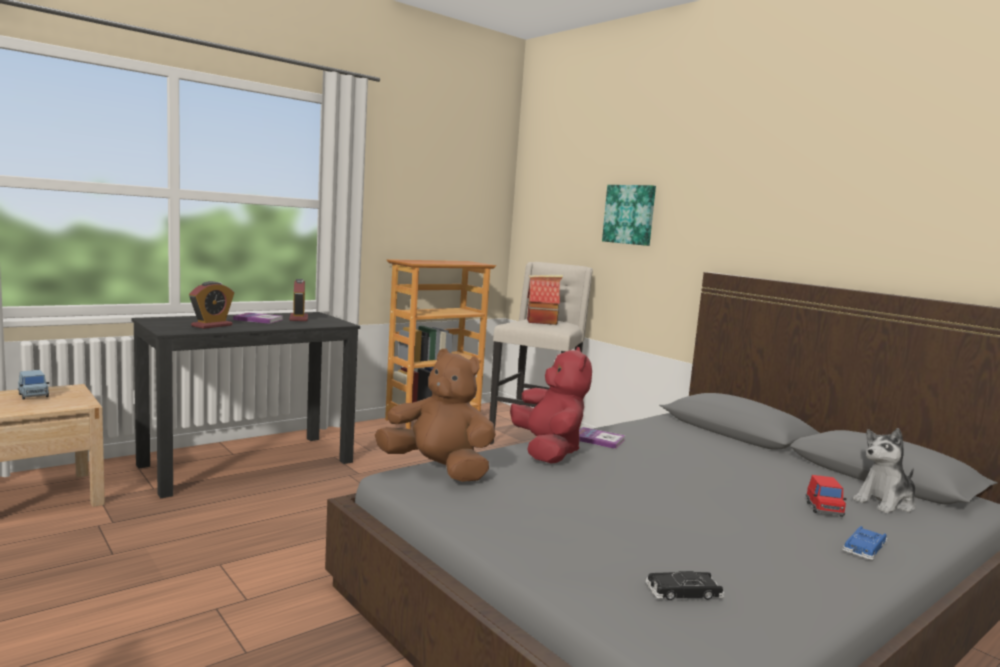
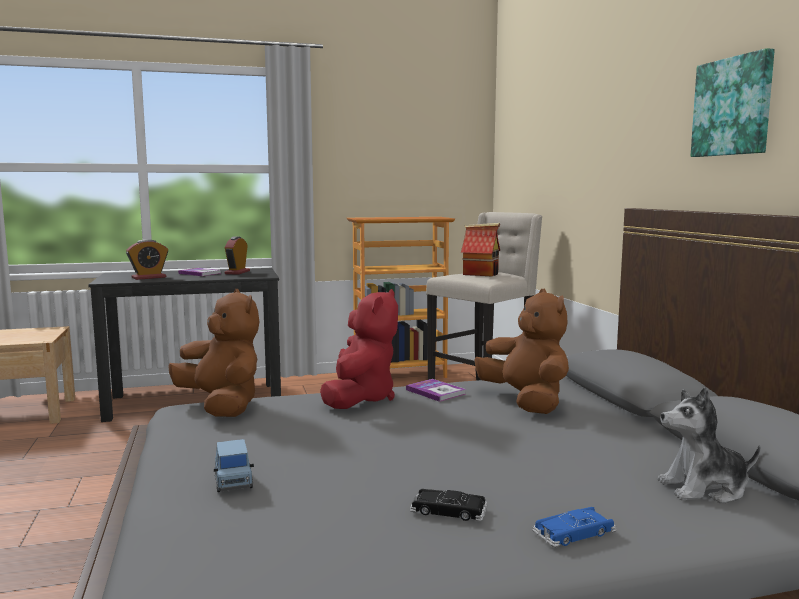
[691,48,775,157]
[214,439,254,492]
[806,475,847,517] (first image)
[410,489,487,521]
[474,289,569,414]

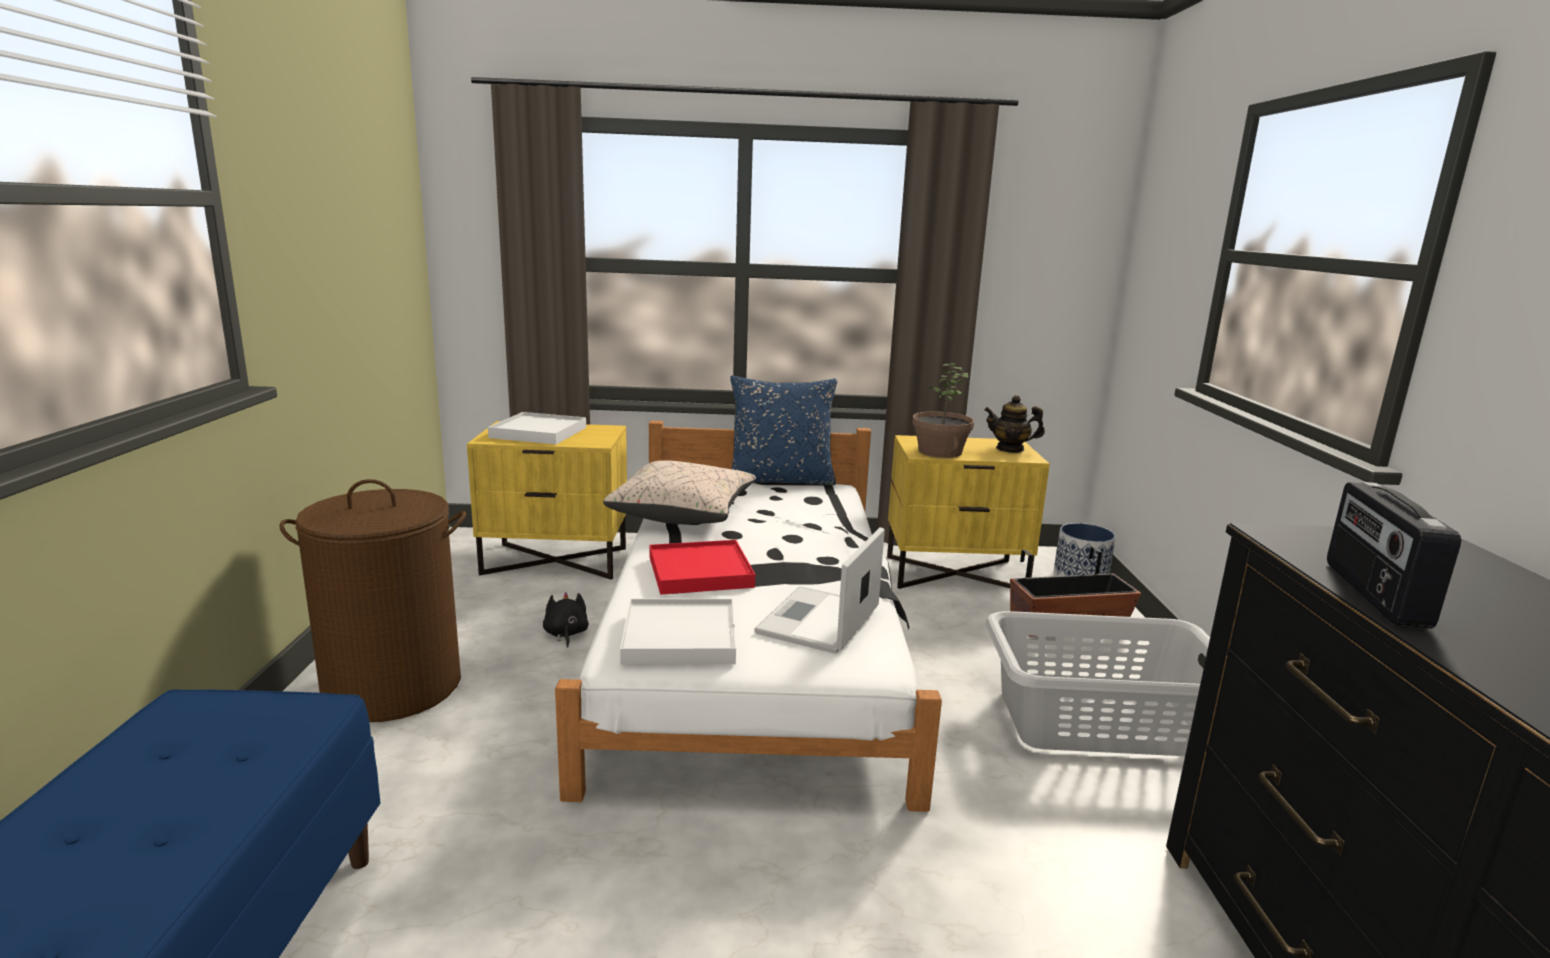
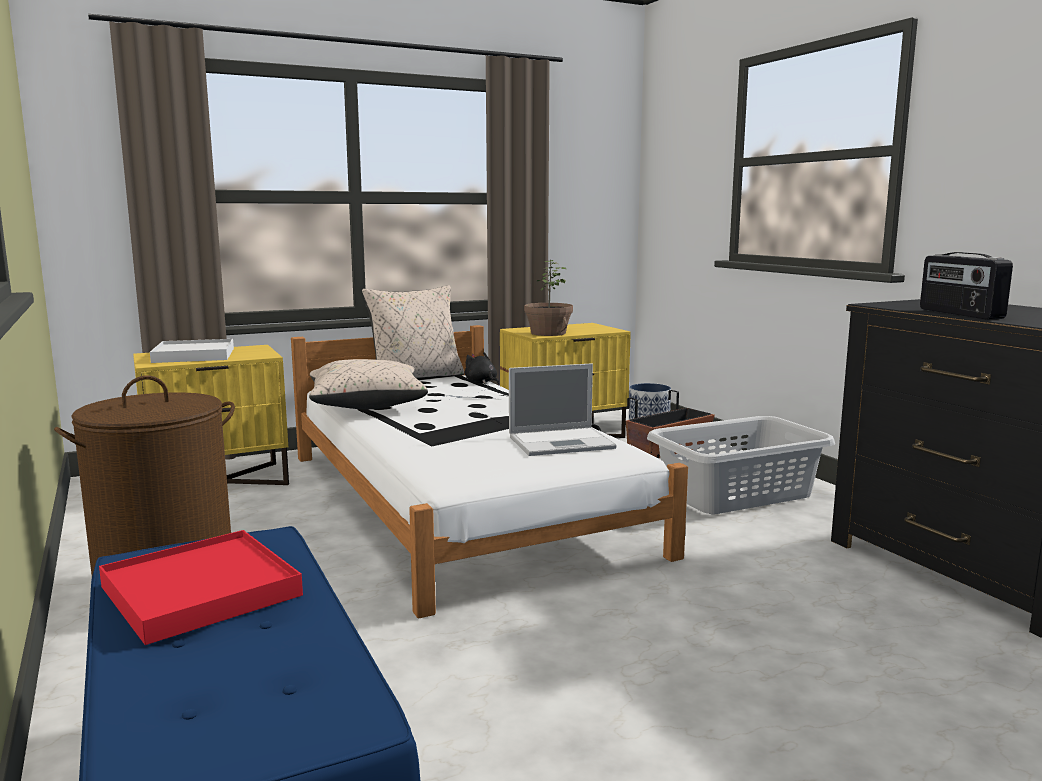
[362,285,464,379]
[984,395,1045,453] (first image)
[509,363,617,456]
[99,530,303,645]
[465,352,499,384]
[620,599,736,665] (first image)

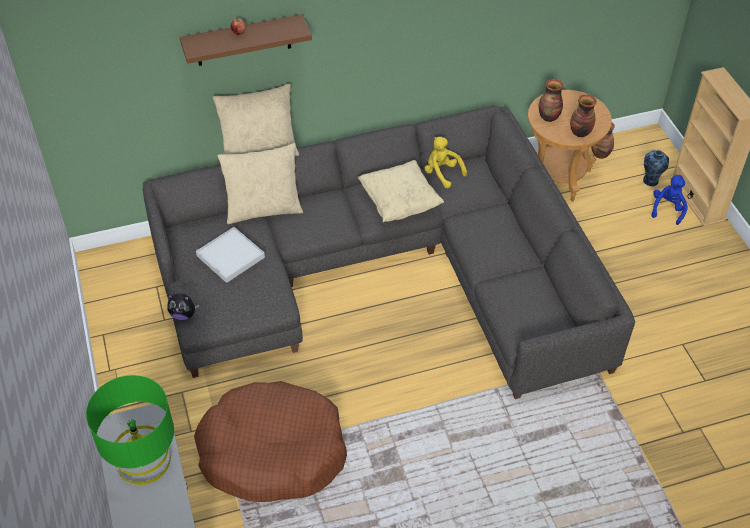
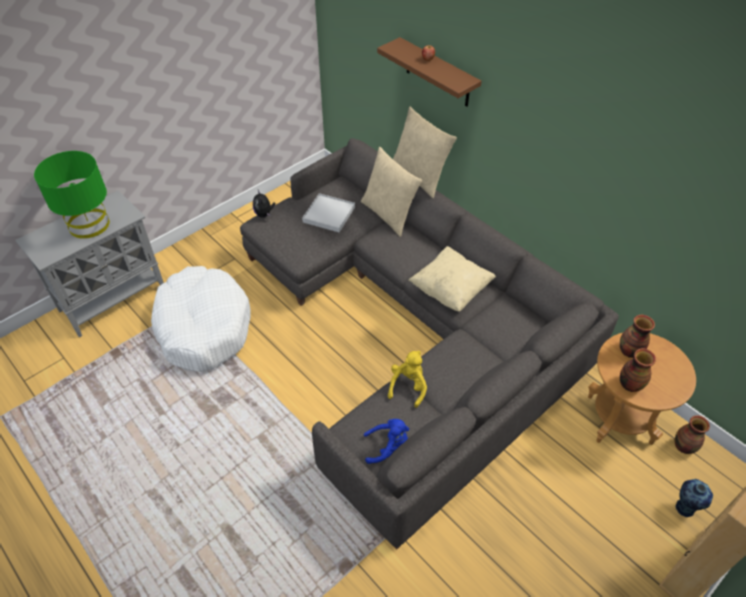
[388,351,427,408]
[364,419,409,464]
[151,266,251,372]

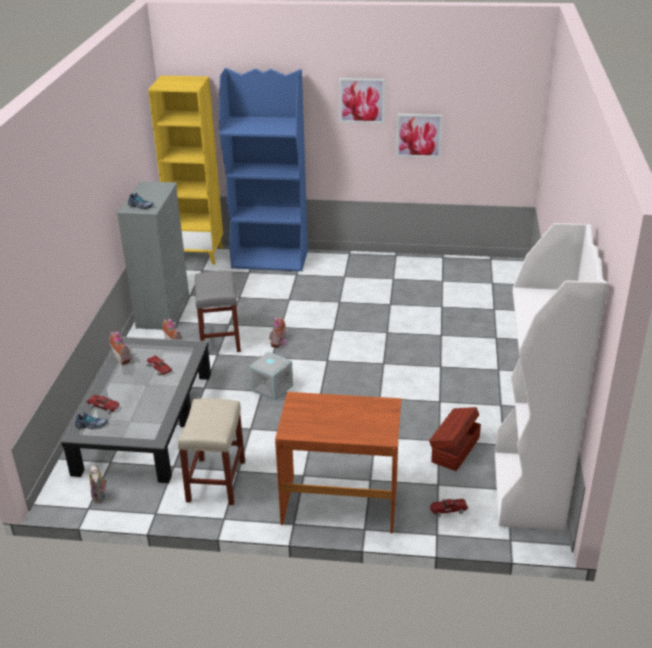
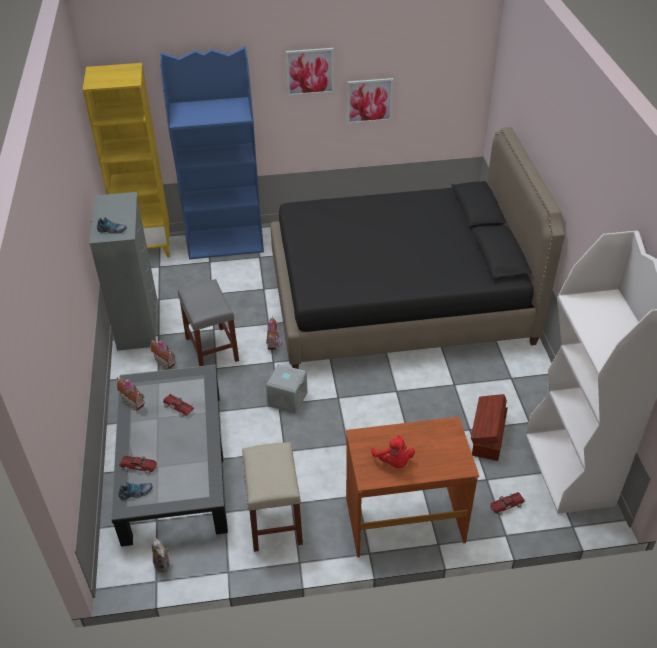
[270,127,565,369]
[371,436,415,468]

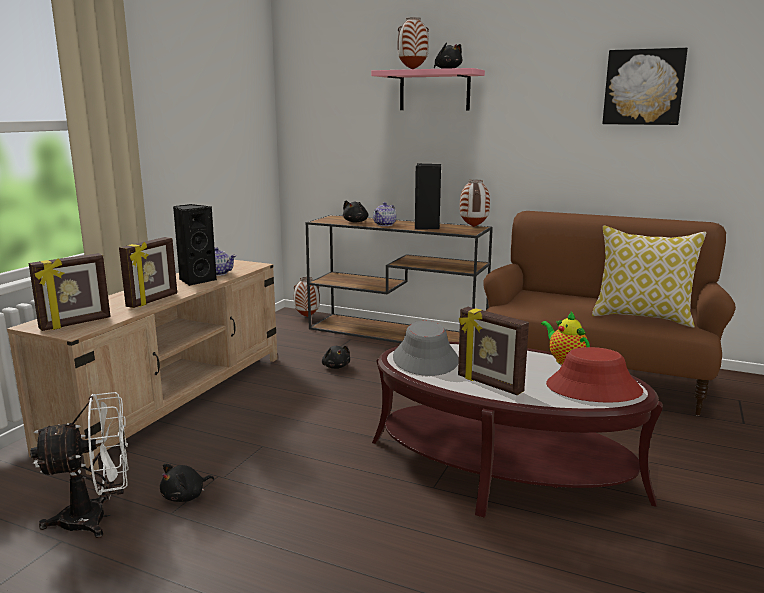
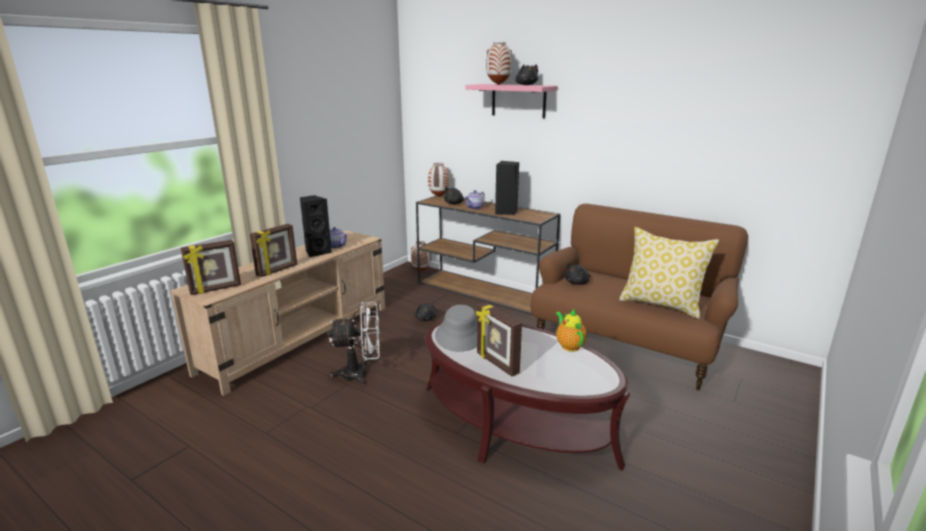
[602,48,688,125] (first image)
[428,163,450,197]
[546,347,643,403] (first image)
[328,302,380,385]
[565,263,590,285]

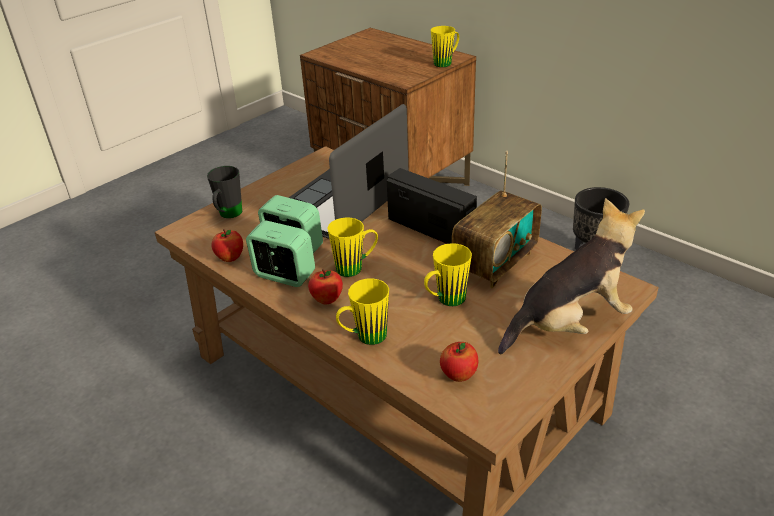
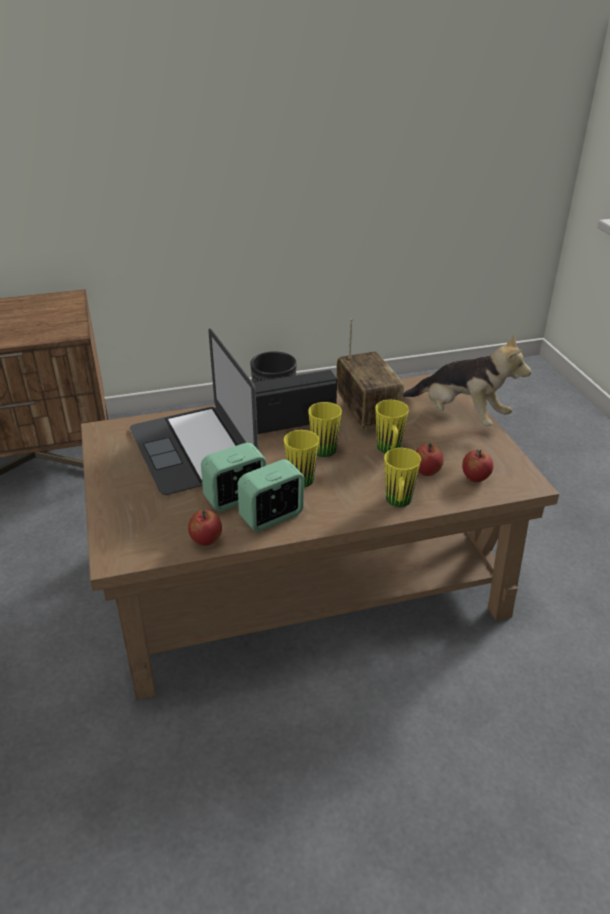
[308,402,342,457]
[207,166,242,218] (first image)
[403,333,531,426]
[416,443,444,476]

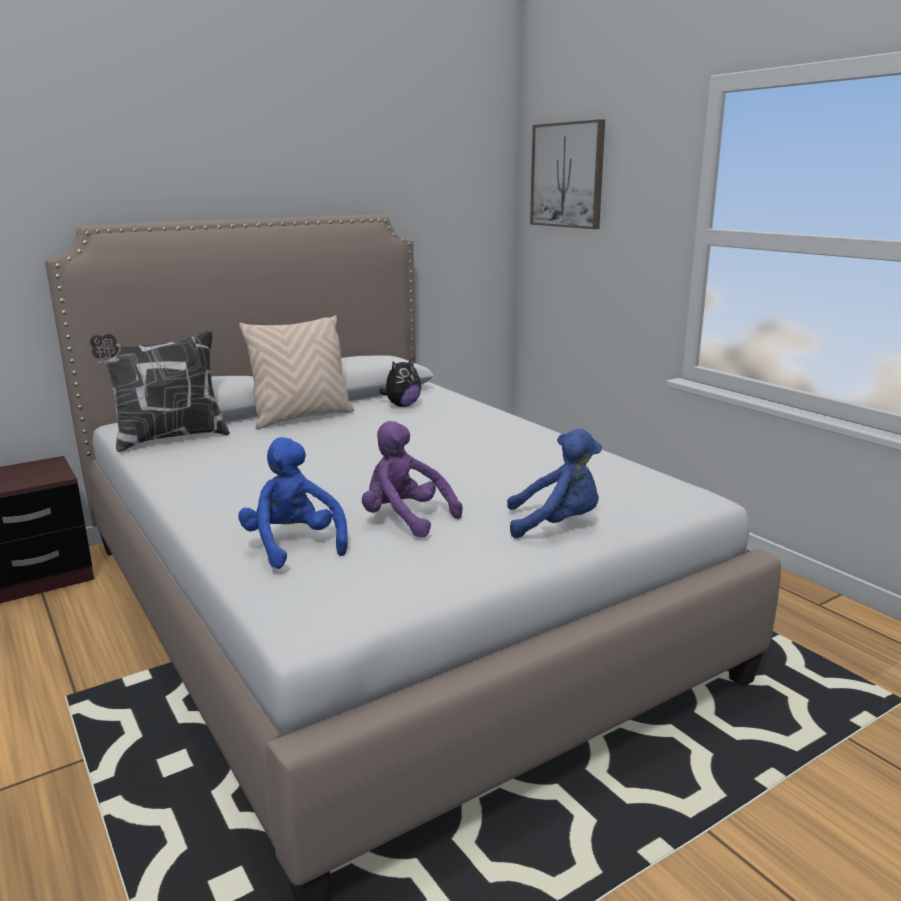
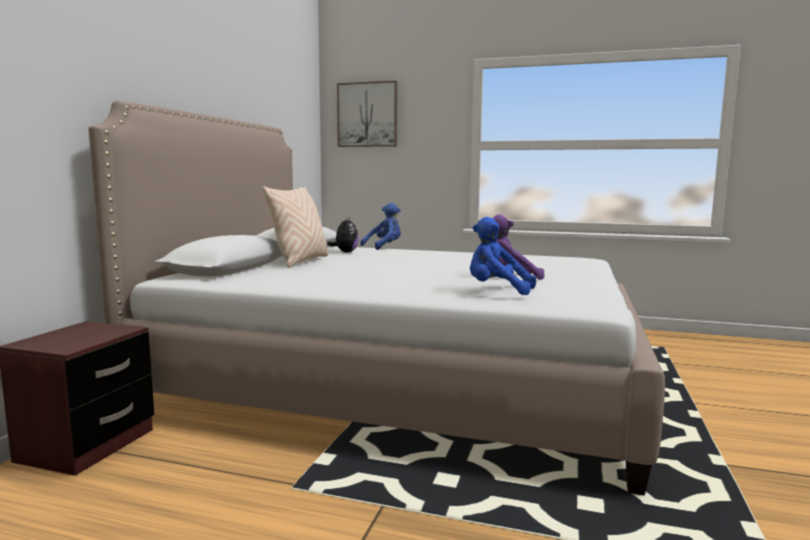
[90,330,230,452] (first image)
[360,203,401,250]

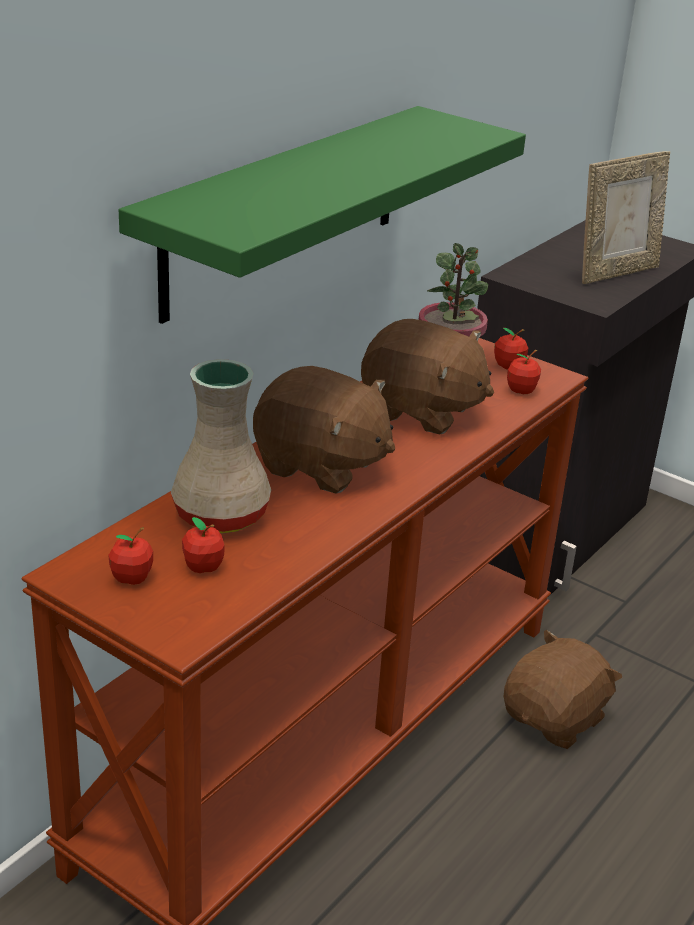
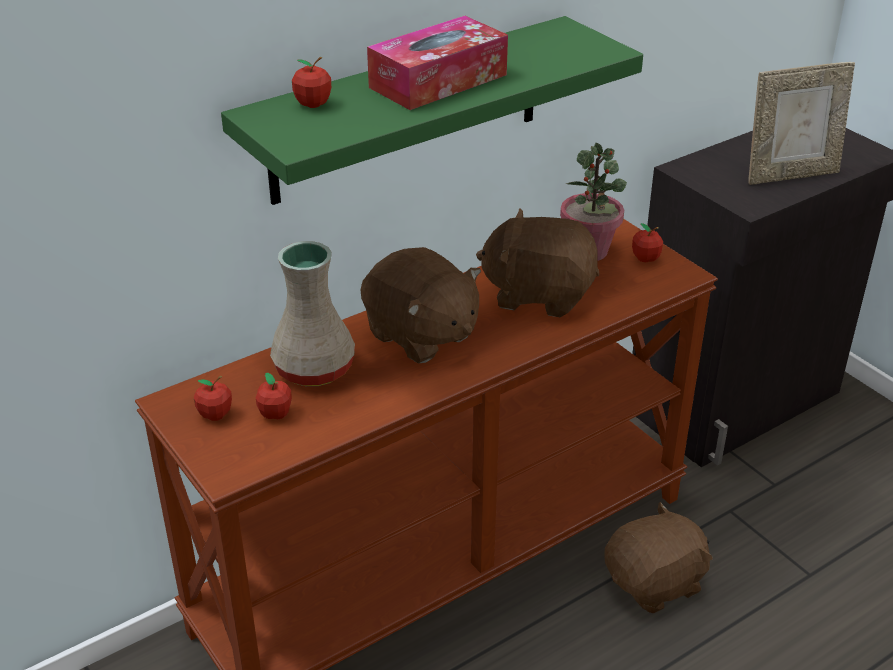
[476,208,599,317]
[292,57,331,108]
[367,16,508,110]

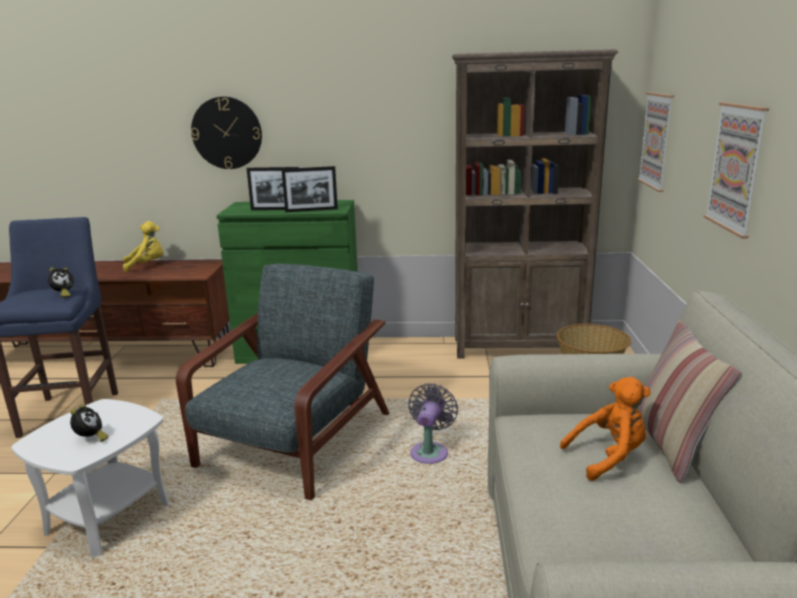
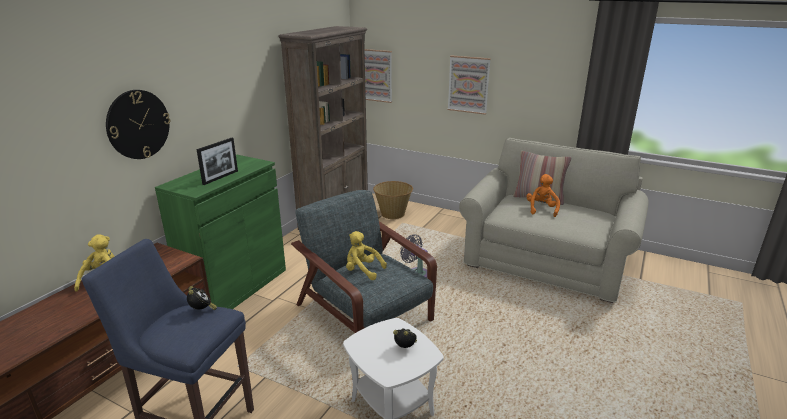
[282,166,338,212] (first image)
[346,231,387,280]

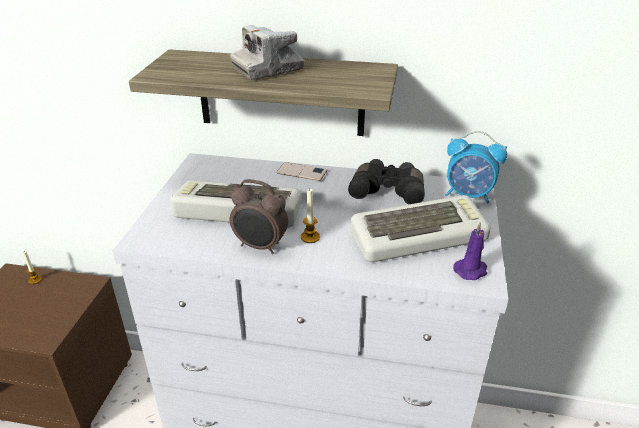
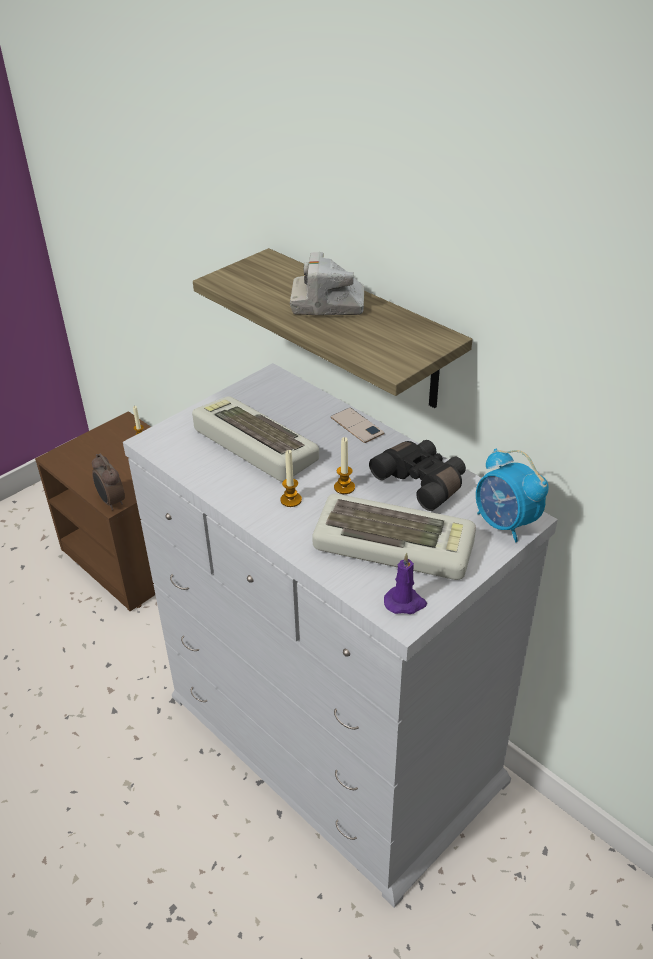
[92,454,125,510]
[334,437,355,494]

